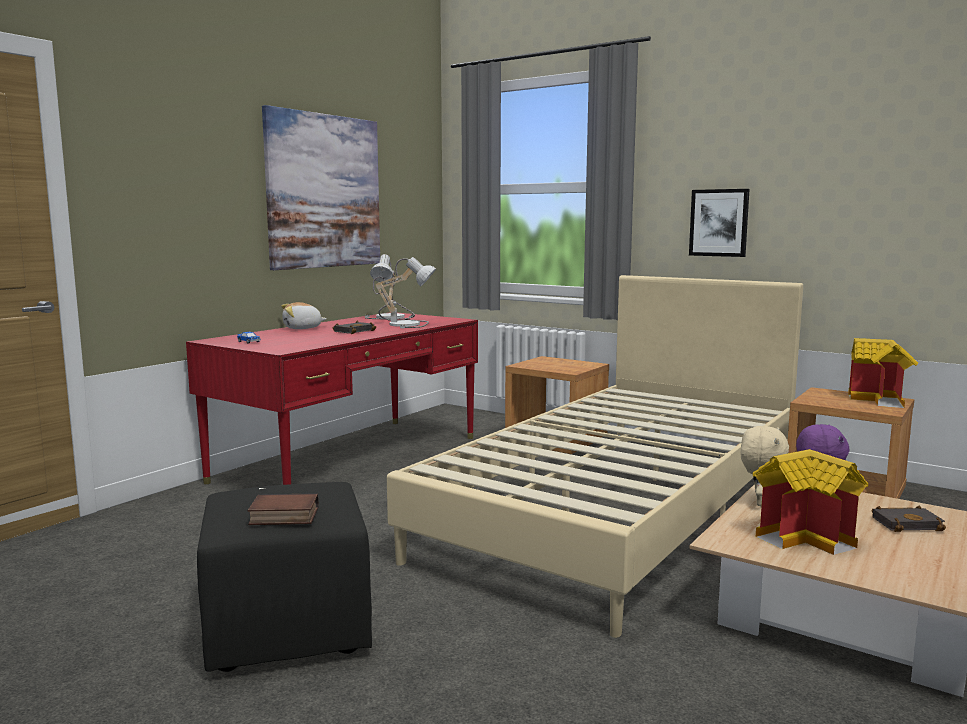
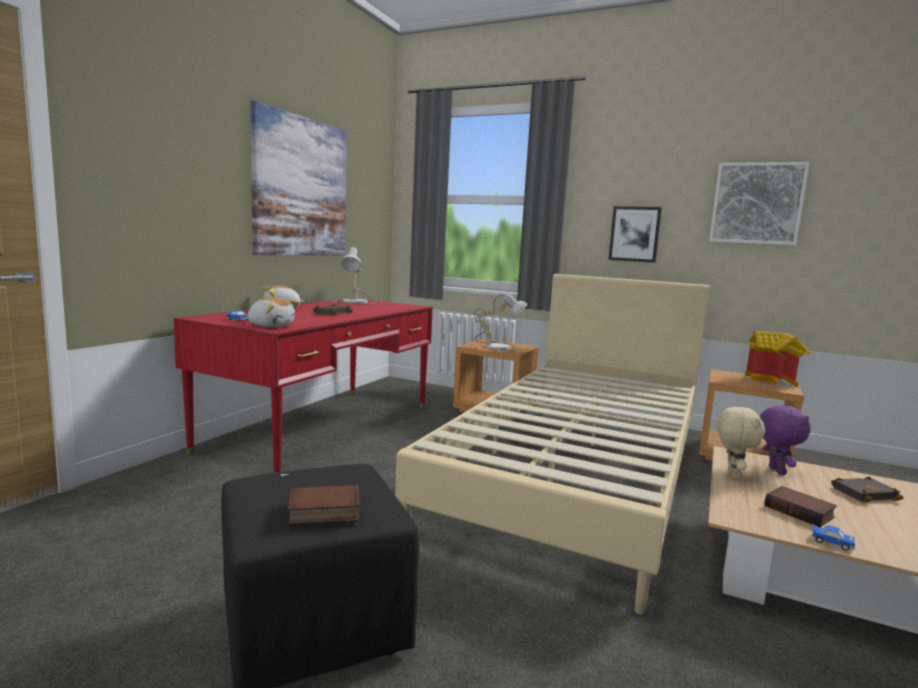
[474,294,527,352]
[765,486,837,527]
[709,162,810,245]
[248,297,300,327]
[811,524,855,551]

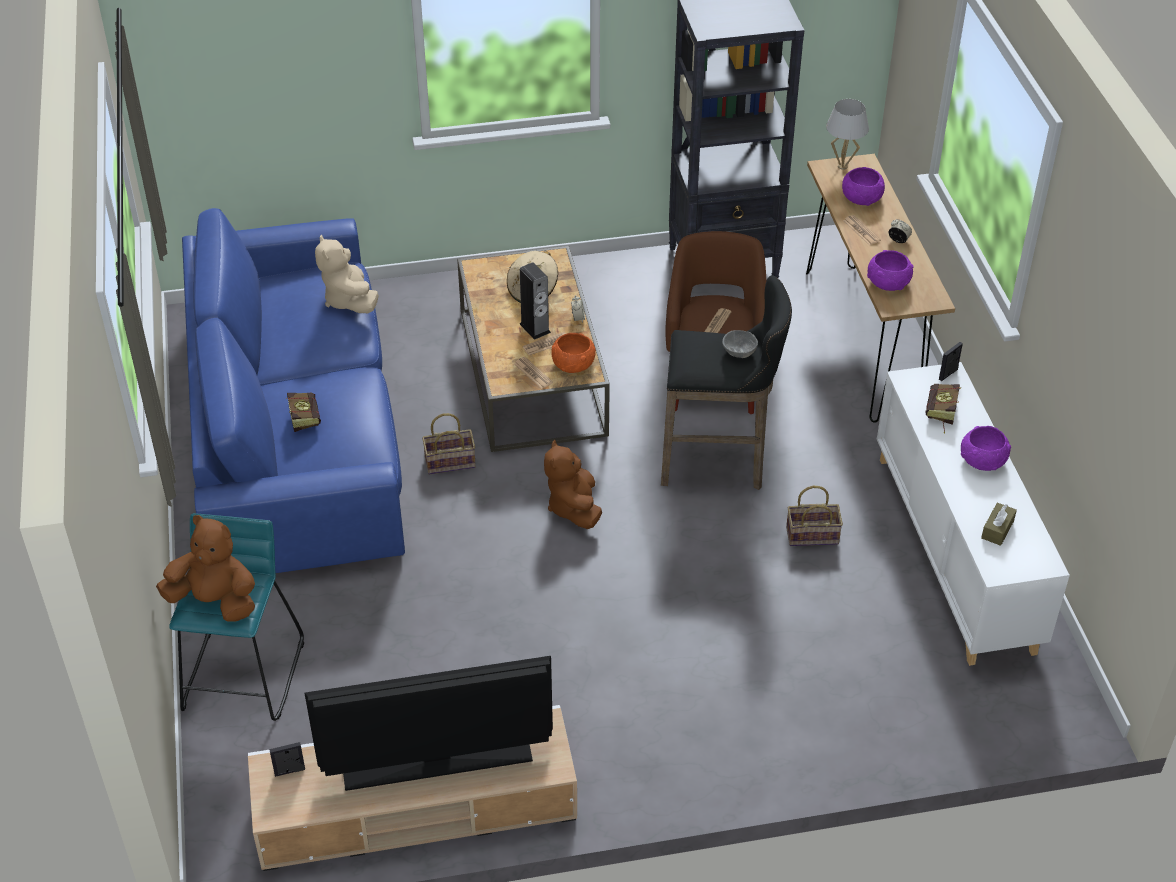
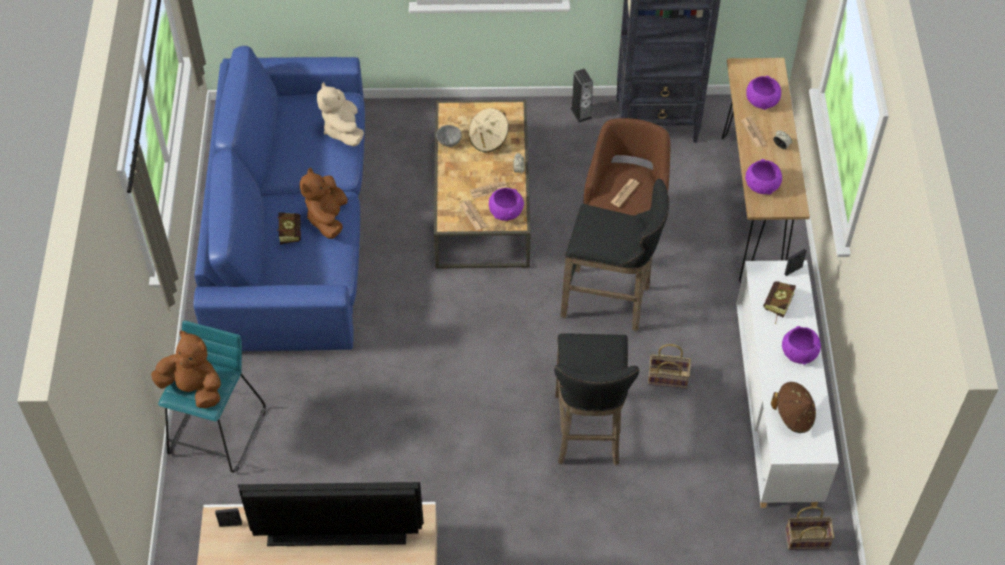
[826,99,869,170] (first image)
[571,69,593,123]
[436,125,462,147]
[489,188,524,221]
[785,506,835,550]
[300,167,348,239]
[771,382,816,433]
[554,334,639,466]

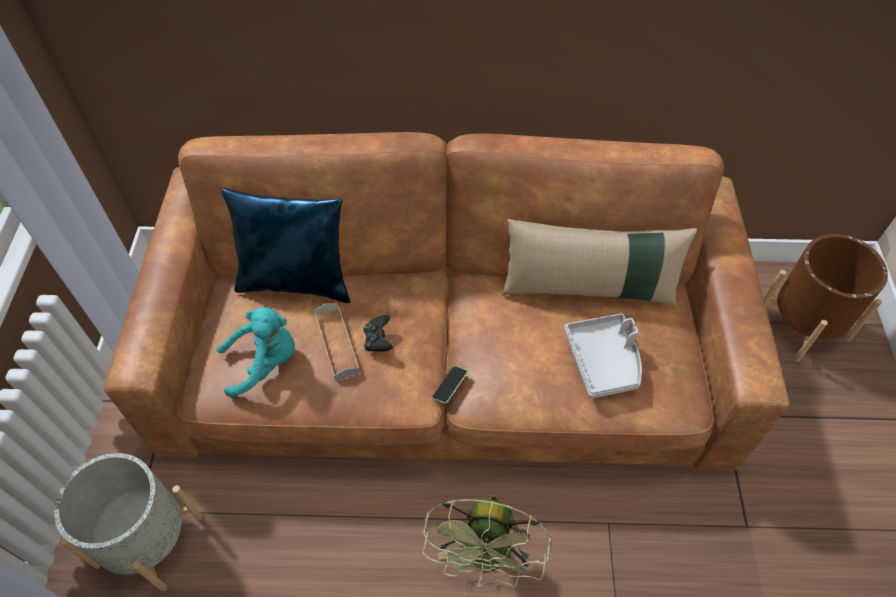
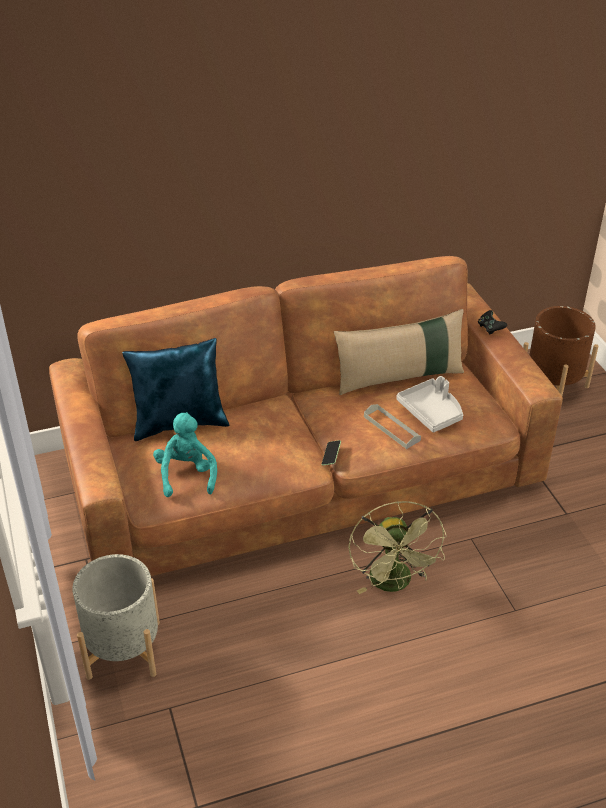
[364,404,421,449]
[153,412,217,497]
[478,310,507,335]

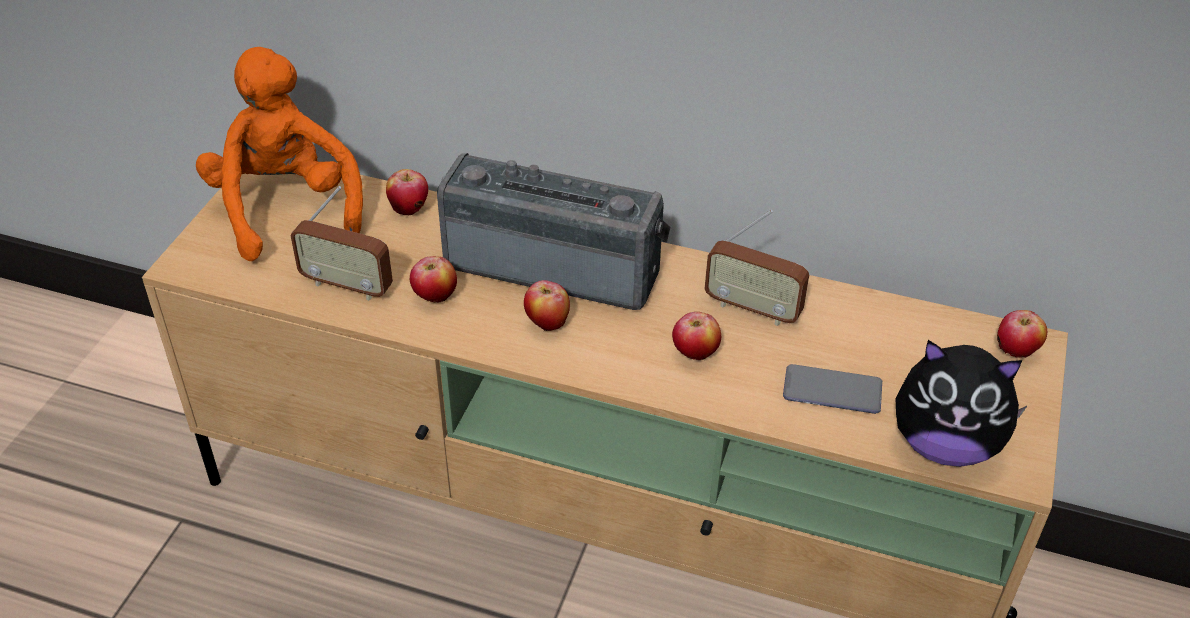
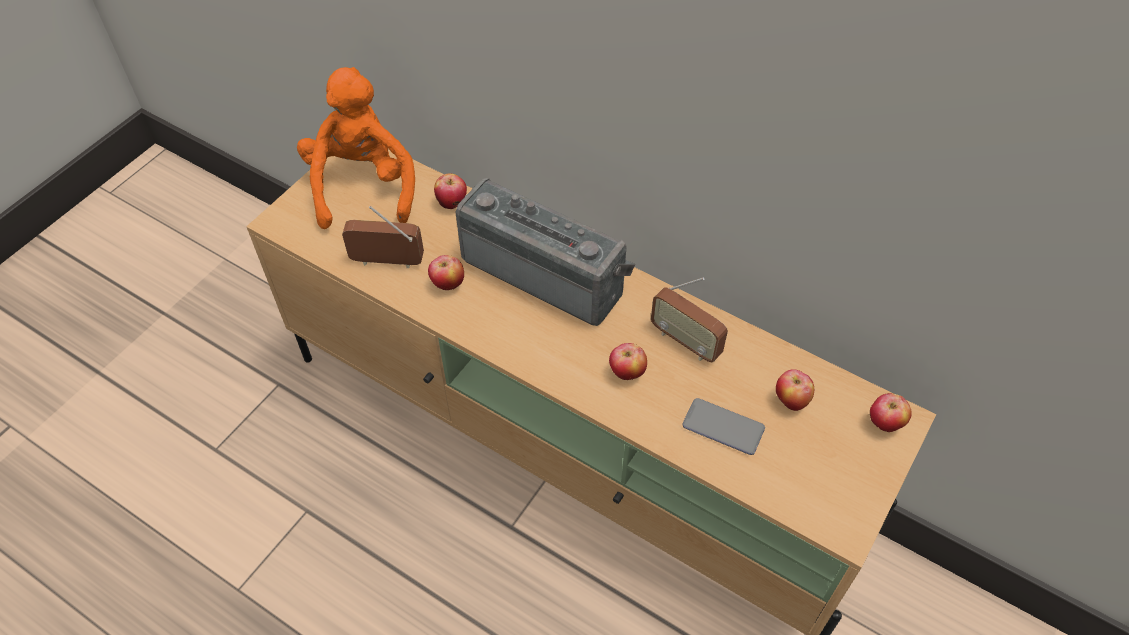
[342,206,424,268]
[776,369,814,411]
[895,340,1028,467] (first image)

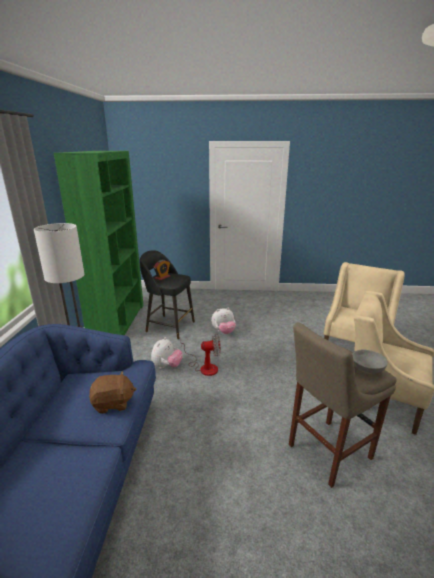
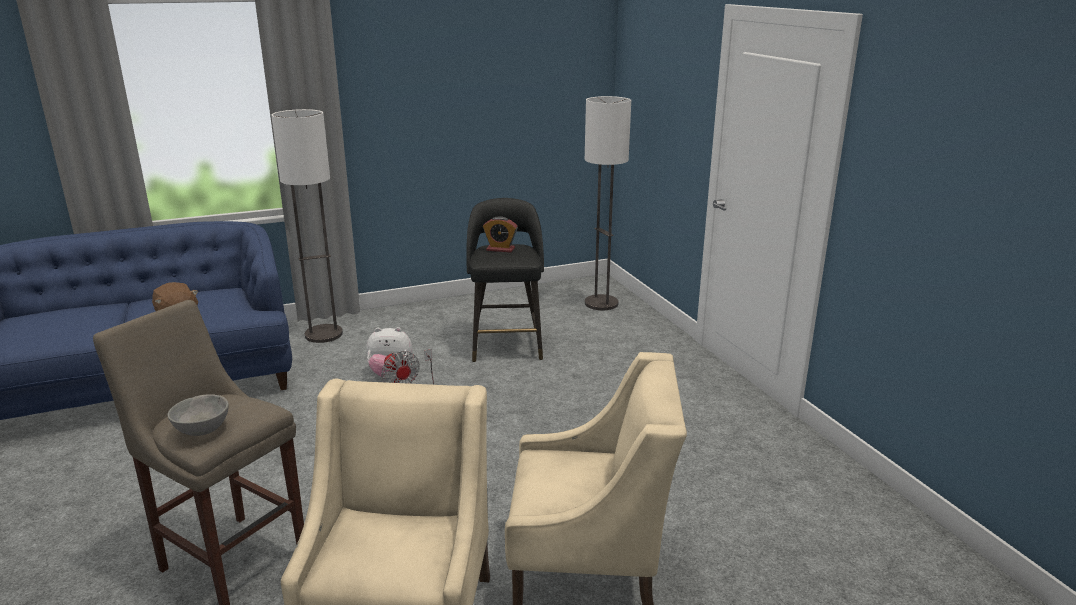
[54,151,143,335] (first image)
[211,308,236,334] (first image)
[585,96,631,310]

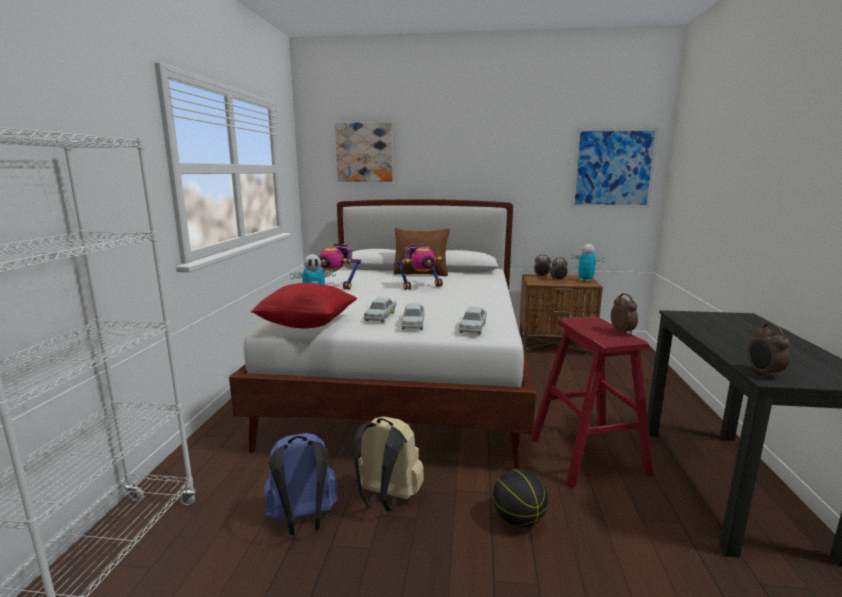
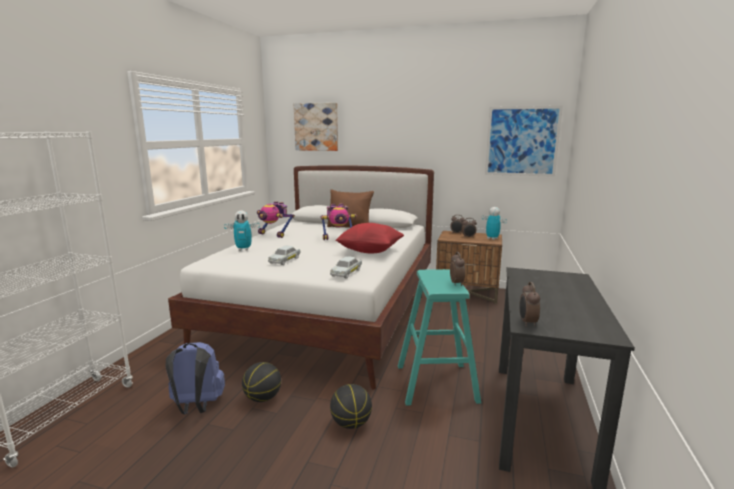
[335,223,404,253]
[402,303,425,330] (first image)
[398,269,481,405]
[242,362,281,402]

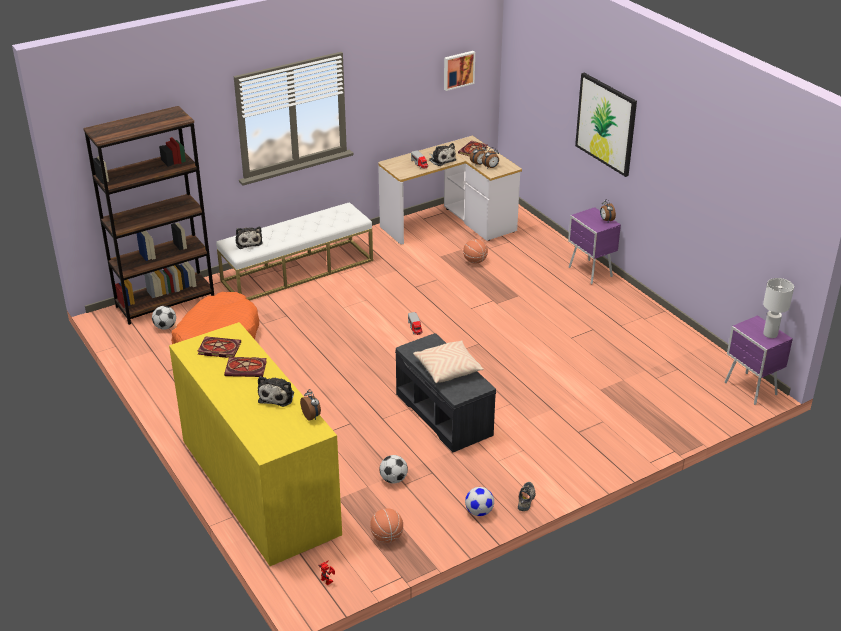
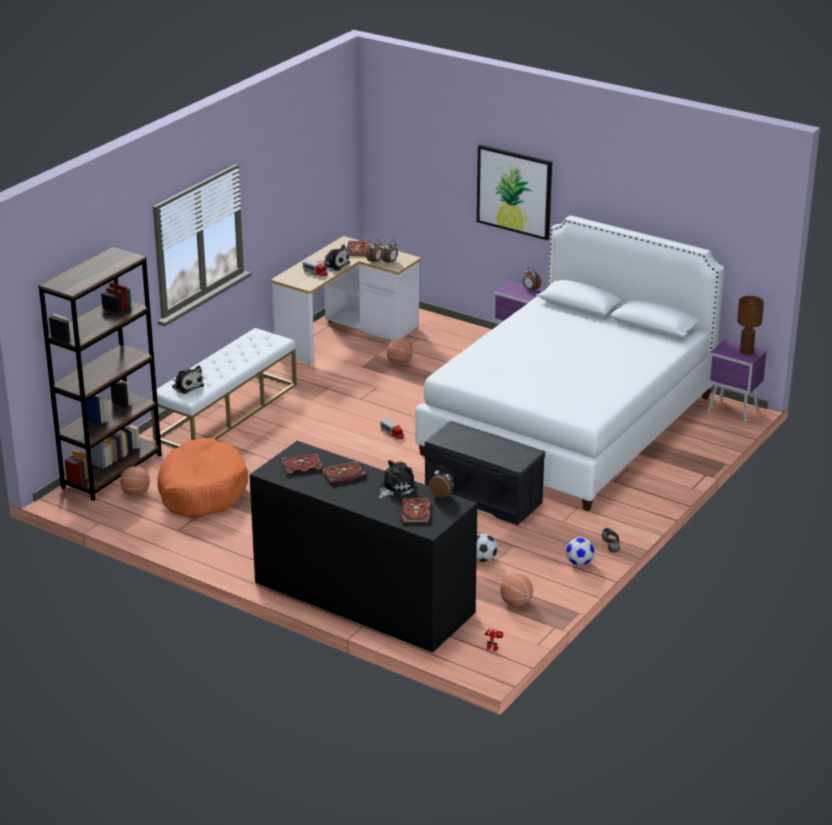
[444,51,475,91] (first image)
[737,296,764,355]
[120,466,150,496]
[249,441,478,653]
[413,340,484,383] (first image)
[379,460,417,498]
[416,216,724,511]
[401,498,431,523]

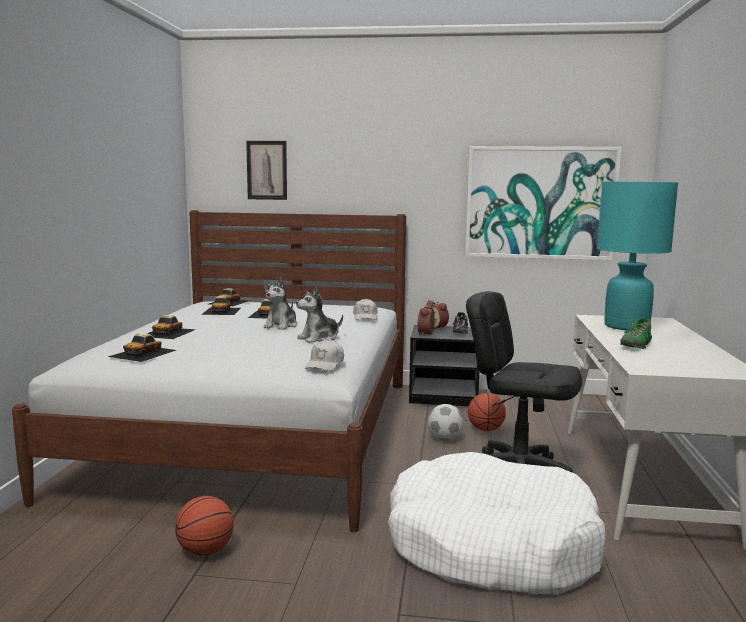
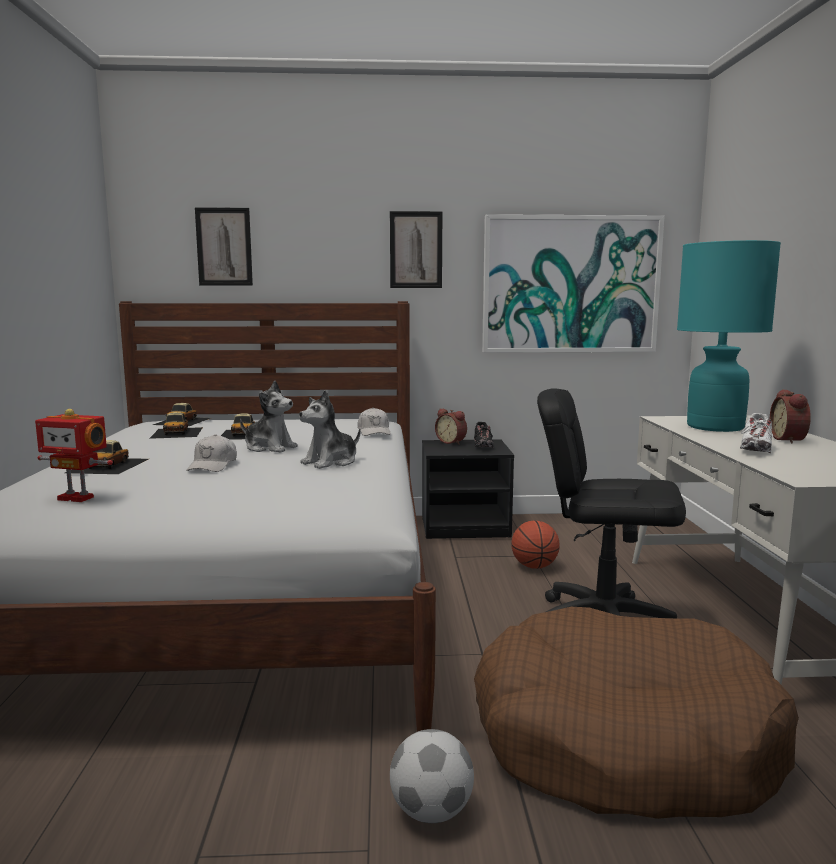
[240,381,298,453]
[770,389,811,444]
[740,413,773,453]
[35,409,113,502]
[186,435,237,472]
[390,729,474,823]
[474,607,799,819]
[175,496,234,556] (first image)
[390,211,442,288]

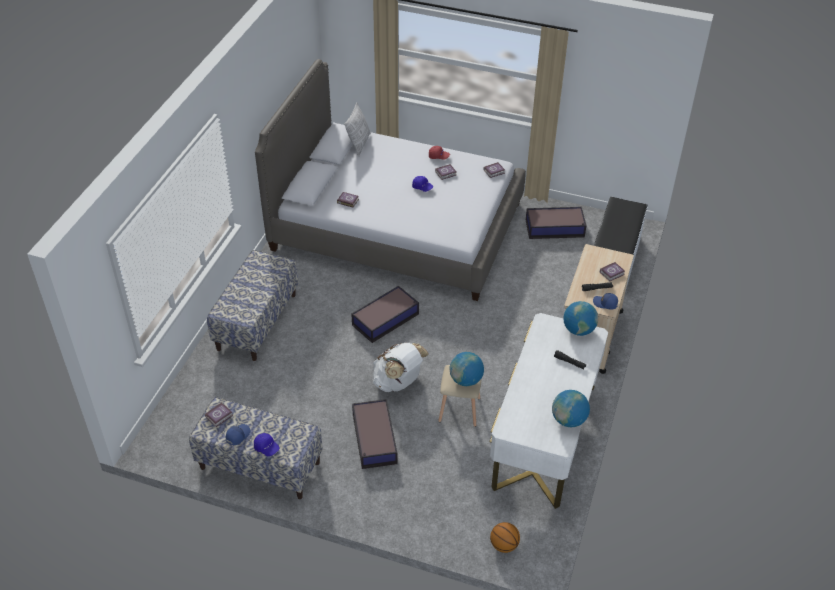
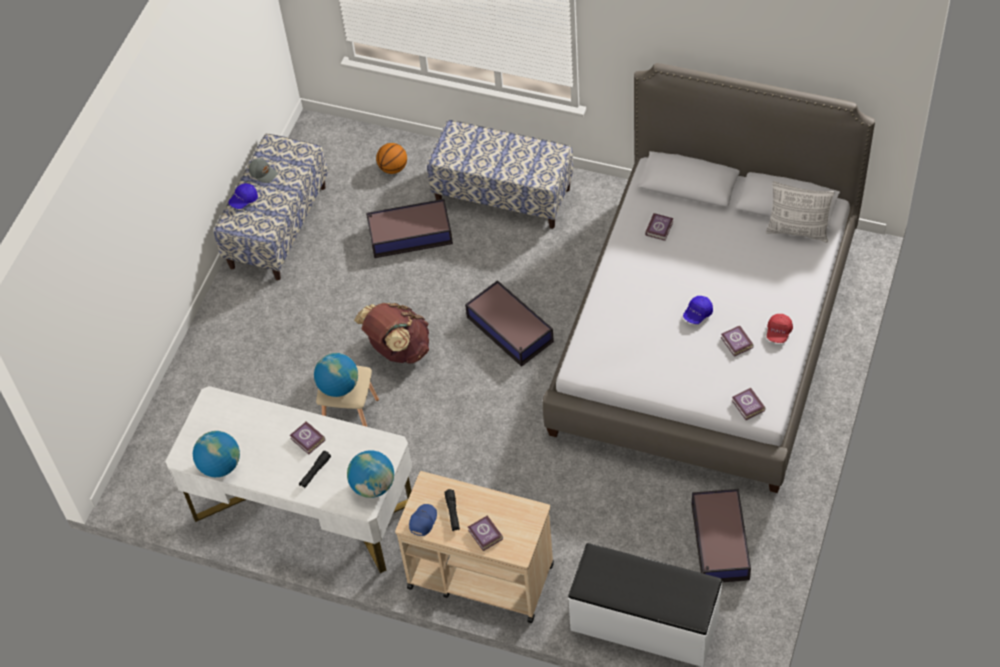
[354,303,429,363]
[366,199,453,258]
[290,421,325,454]
[249,158,278,183]
[376,143,407,174]

